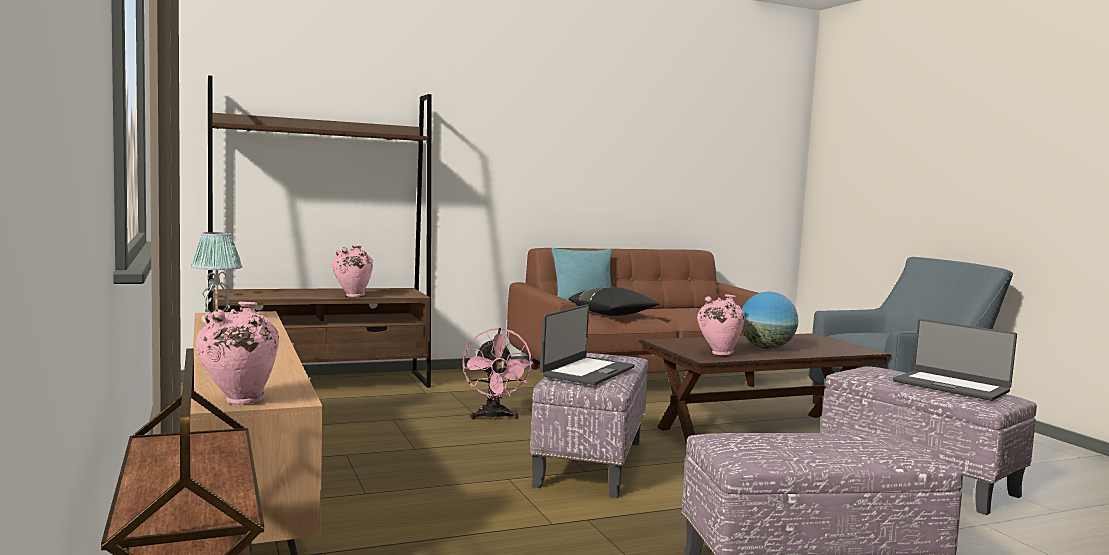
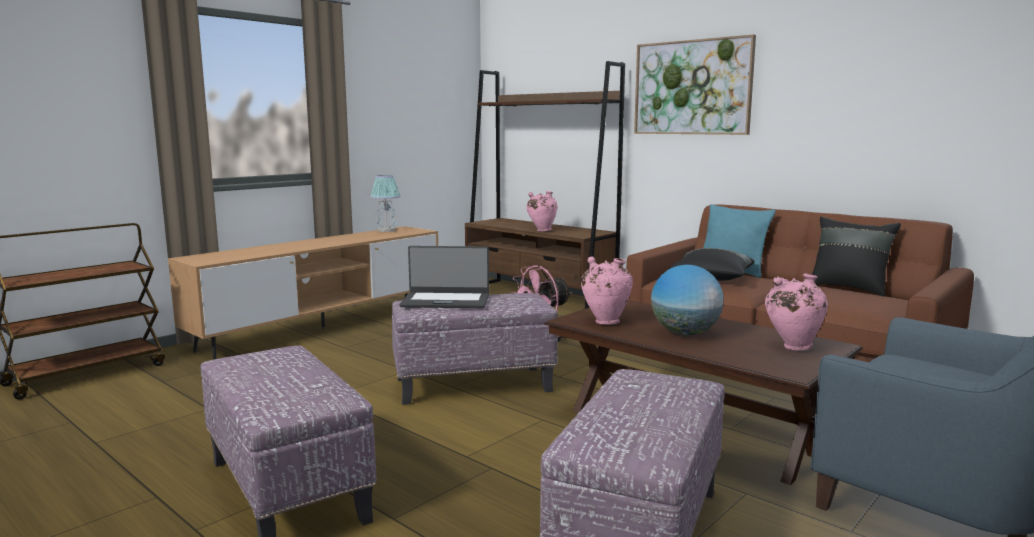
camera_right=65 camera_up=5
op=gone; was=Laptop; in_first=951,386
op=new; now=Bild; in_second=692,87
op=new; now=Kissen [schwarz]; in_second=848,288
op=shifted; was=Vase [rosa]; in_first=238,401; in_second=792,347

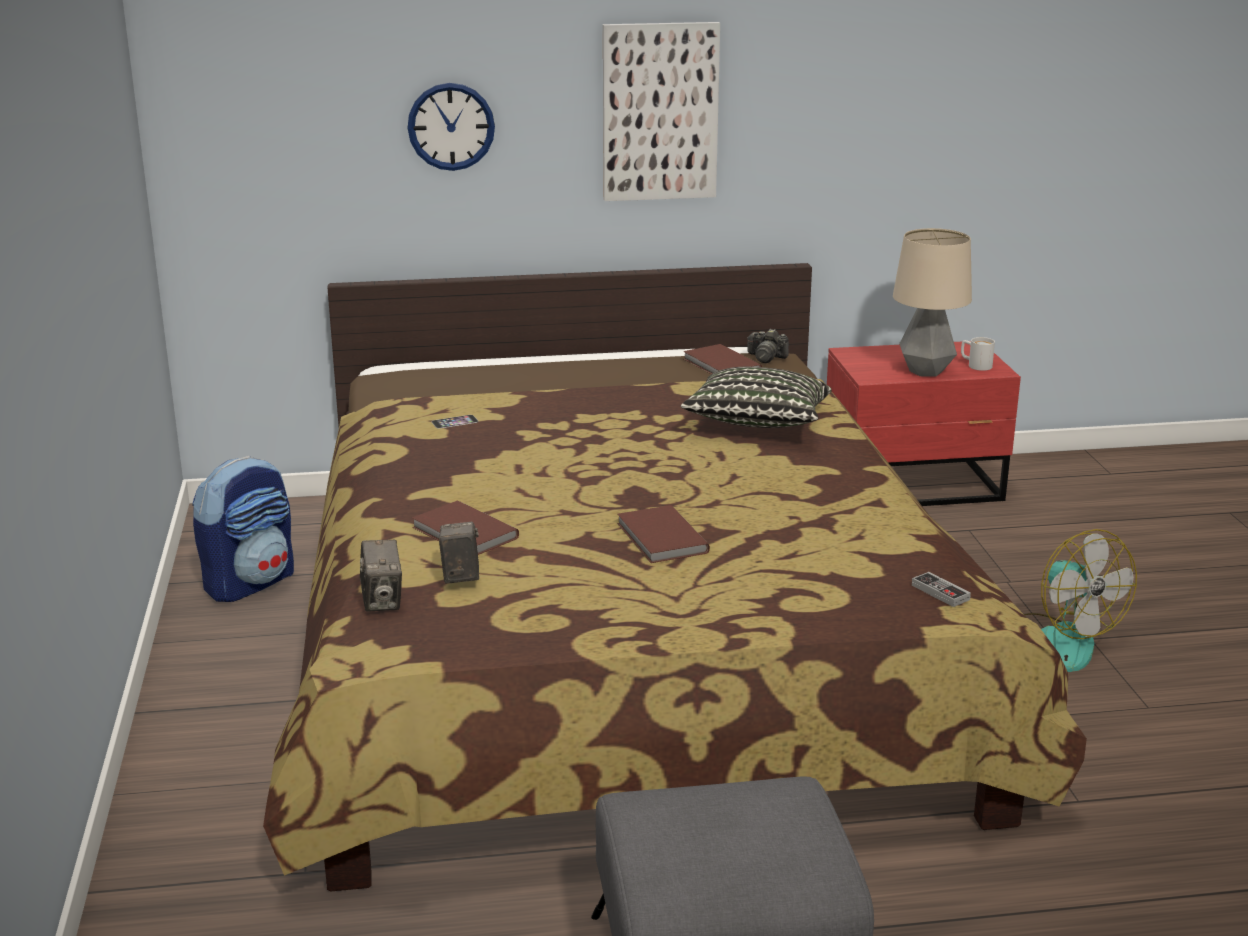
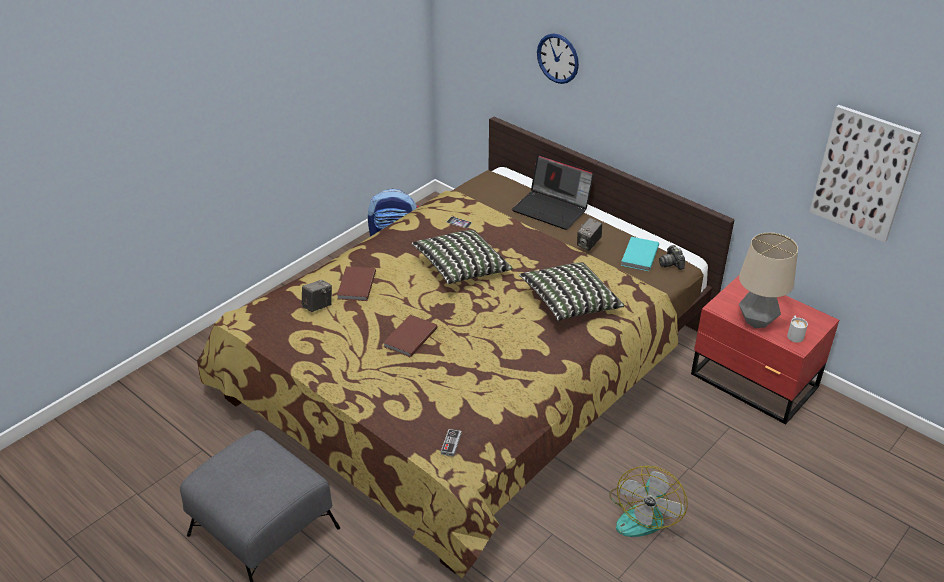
camera_right=50 camera_up=15
op=new; now=Kissen; in_second=461,269
op=new; now=Laptop; in_second=552,209
op=shifted; was=Kamera; in_first=382,601; in_second=588,244
op=shifted; was=Bild; in_first=660,112; in_second=863,173
op=repainted; was=Buch [braun]; now=Buch [türkis]; in_first=721,366; in_second=638,255

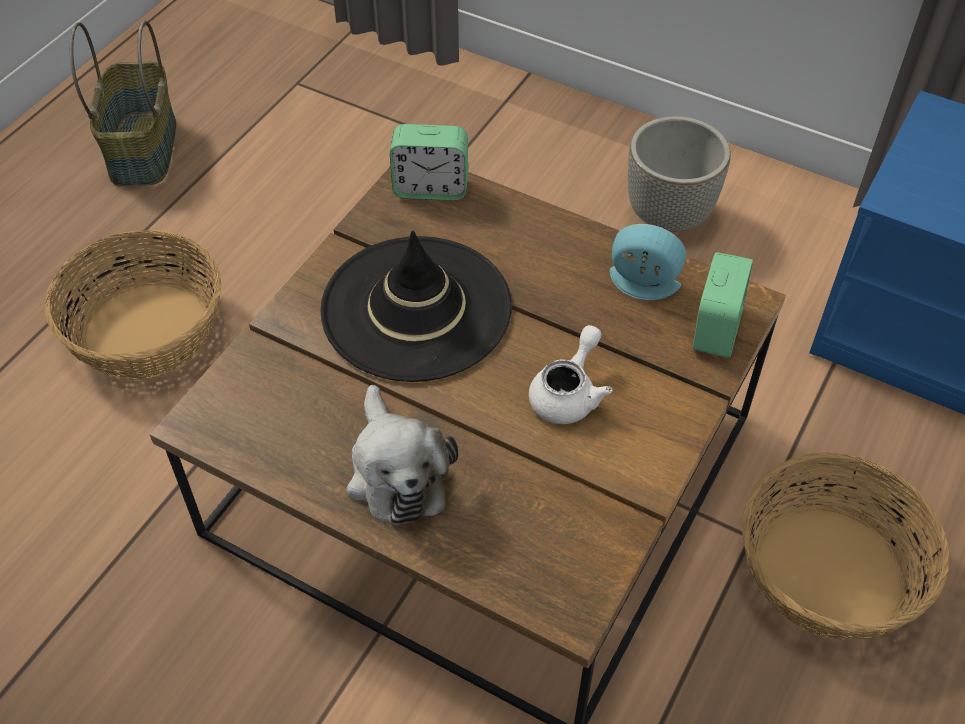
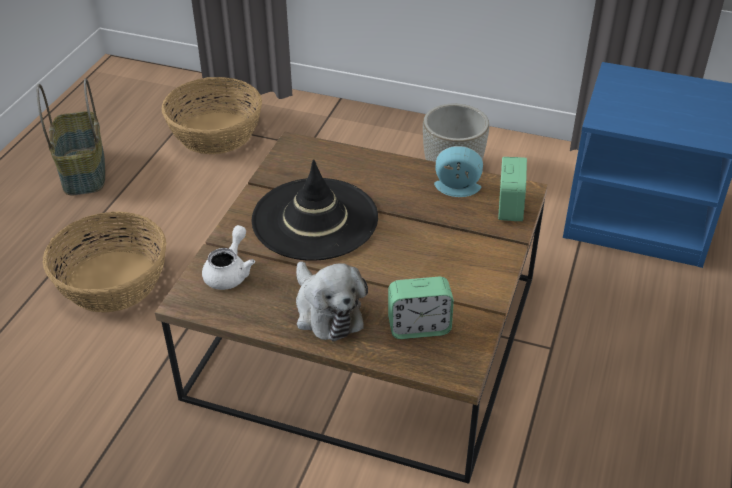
camera_right=-10 camera_up=-10
op=shifted; was=Wecker; in_first=431,188; in_second=419,327
op=shifted; was=Teekanne [weiß]; in_first=569,394; in_second=230,272
op=shifted; was=Korb; in_first=828,570; in_second=216,132

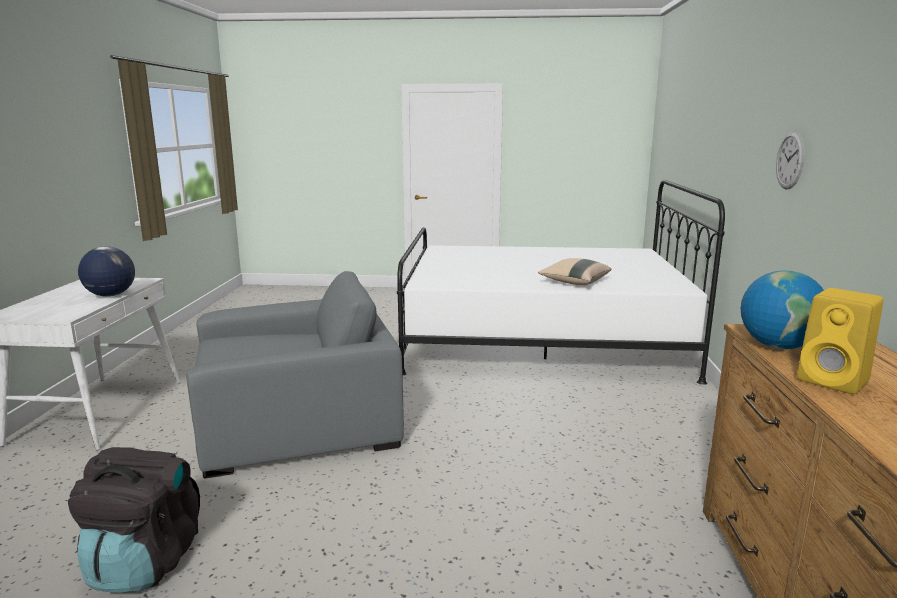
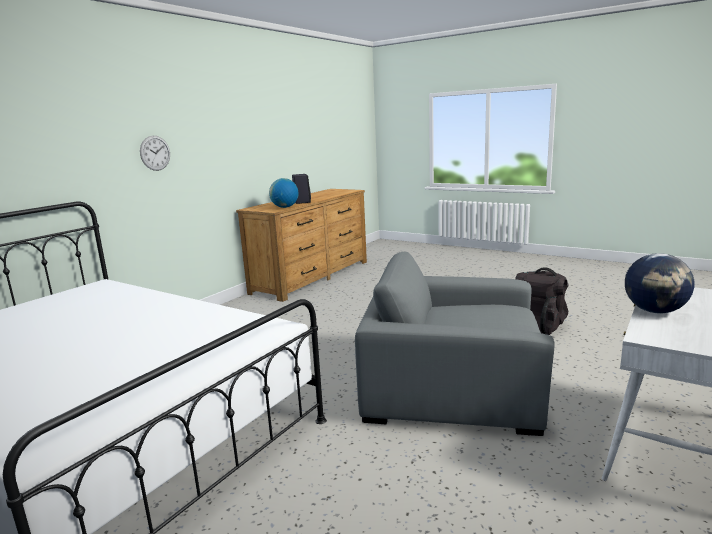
camera_right=-150 camera_up=0
op=gone; was=Kissen [beige]; in_first=574,282
op=repainted; was=Lautsprecher [gelb]; now=Lautsprecher [schwarz]; in_first=835,381; in_second=302,202

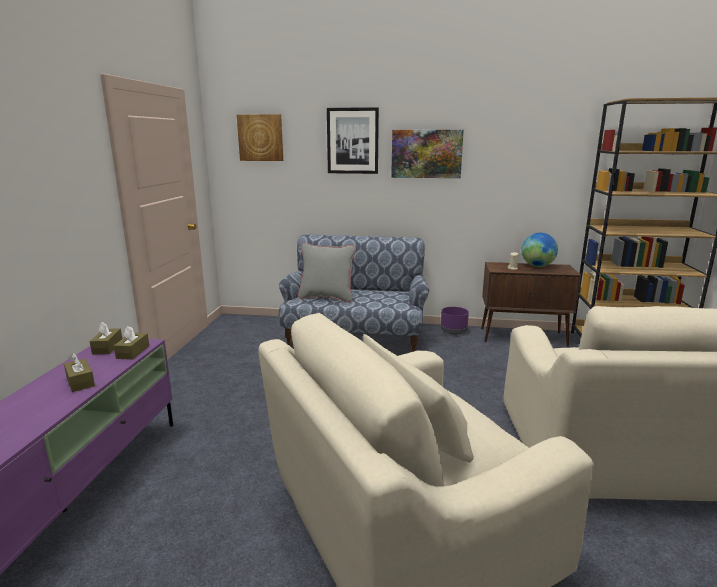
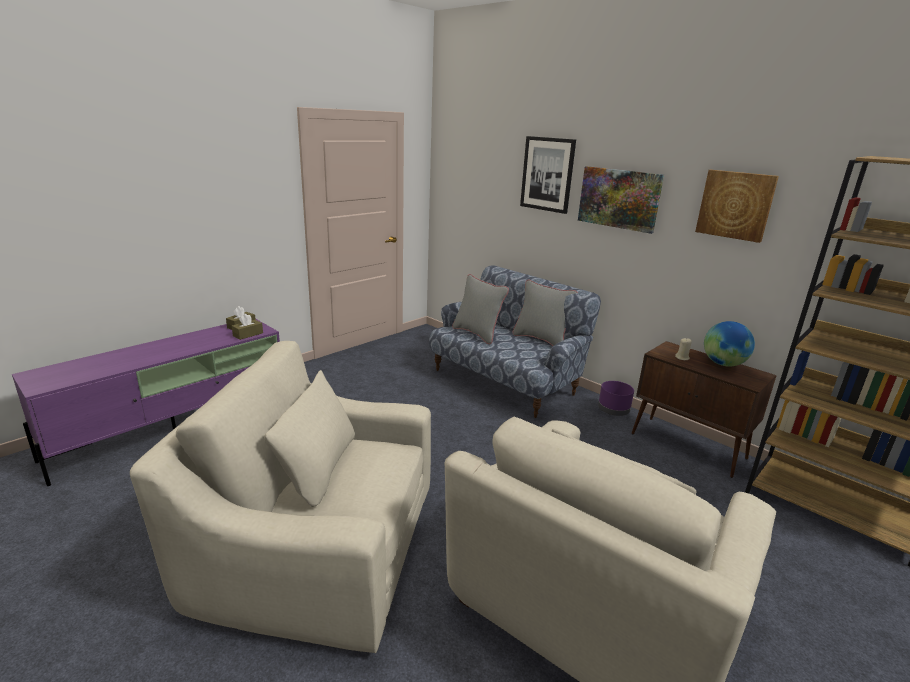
camera_right=35 camera_up=5
op=gone; was=Taschentuchbox [braun]; in_first=80,382
op=new; now=Kissen [grau]; in_second=541,339
op=shifted; was=Bild; in_first=260,137; in_second=735,205

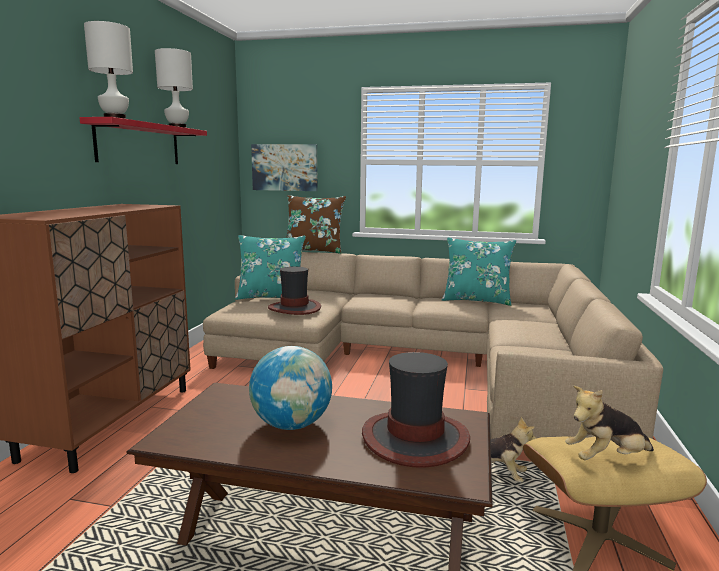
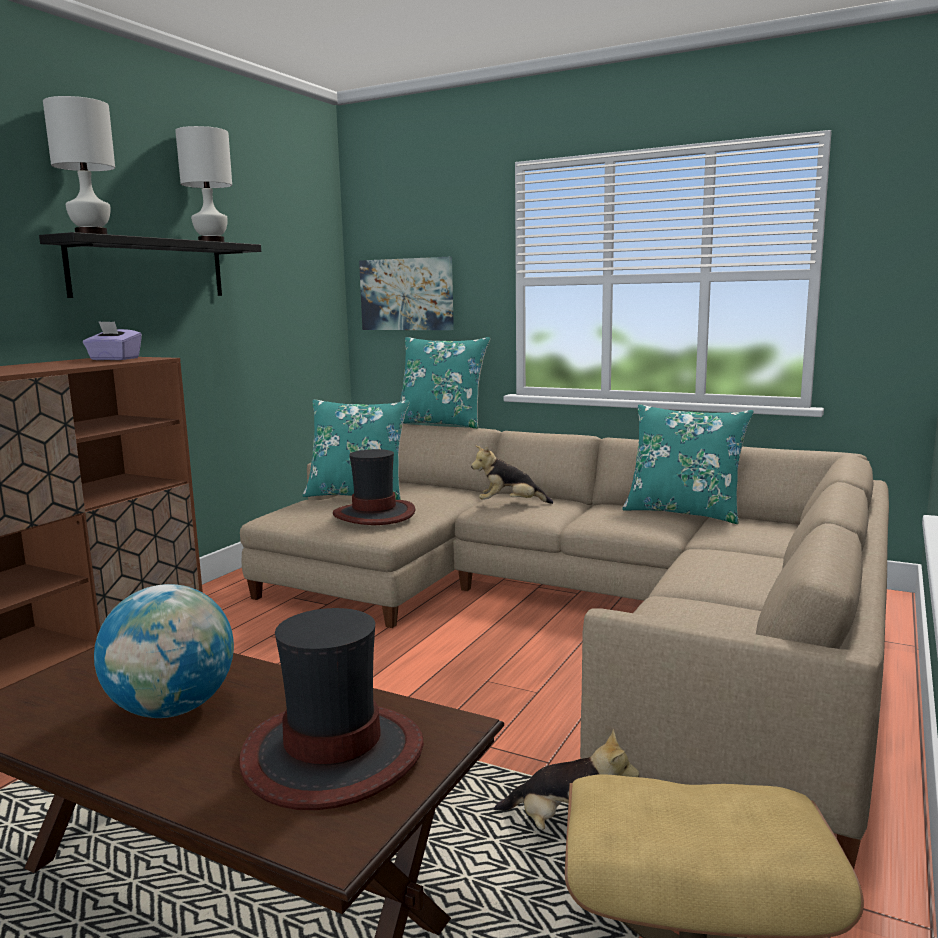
camera_right=15 camera_up=0
op=new; now=Taschentuchbox [lila]; in_second=114,359
op=shifted; was=Plüschtier; in_first=606,458; in_second=510,504
op=repainted; was=Wandregal [rot]; now=Wandregal [schwarz]; in_first=139,144; in_second=149,269
op=repainted; was=Kissen [braun]; now=Kissen [türkis]; in_first=314,251; in_second=441,424

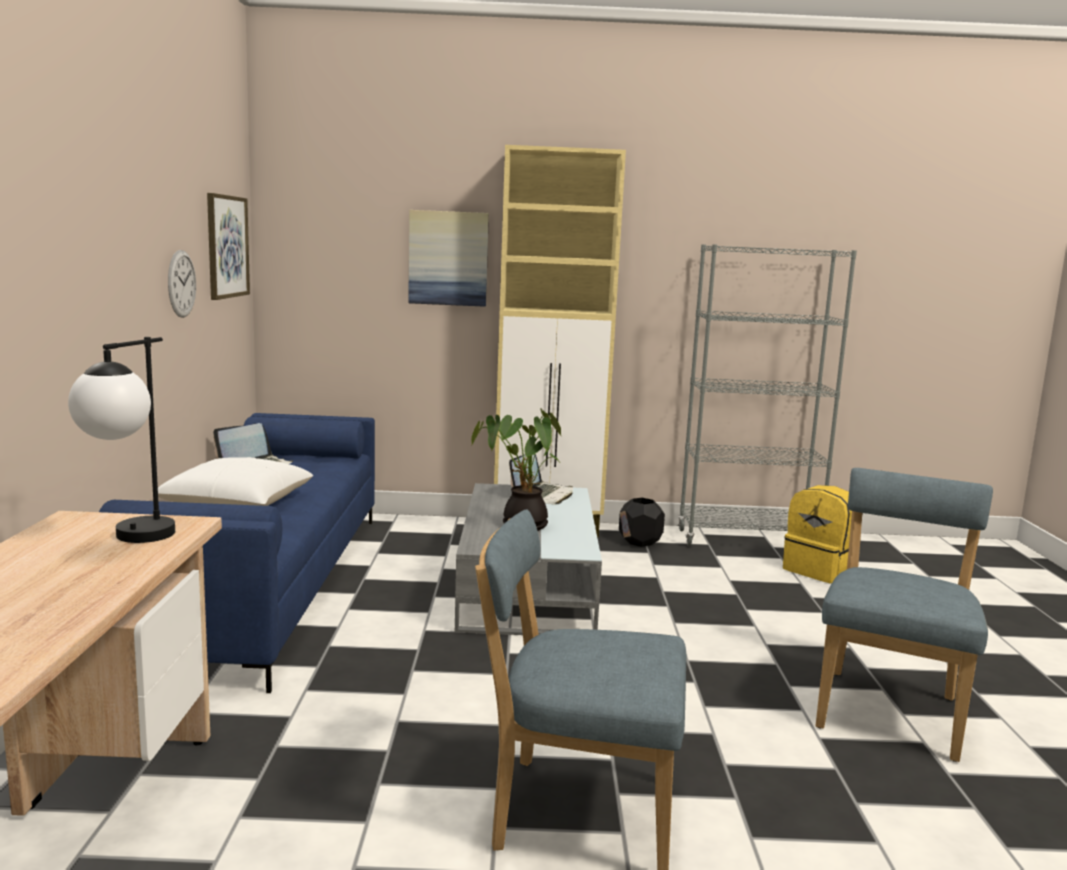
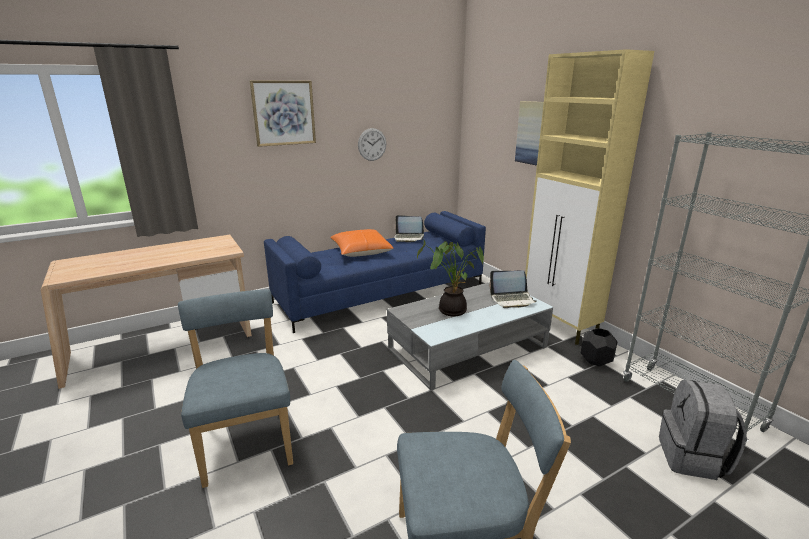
camera_right=60 camera_up=10
op=gone; was=Tischlampe; in_first=130,541
op=shifted; was=Bild; in_first=227,246; in_second=283,113
op=repainted; was=Kissen [weiß]; now=Kissen [orange]; in_first=237,503; in_second=361,251
op=repainted; was=Rucksack [gelb]; now=Rucksack [grau]; in_first=819,571; in_second=692,458

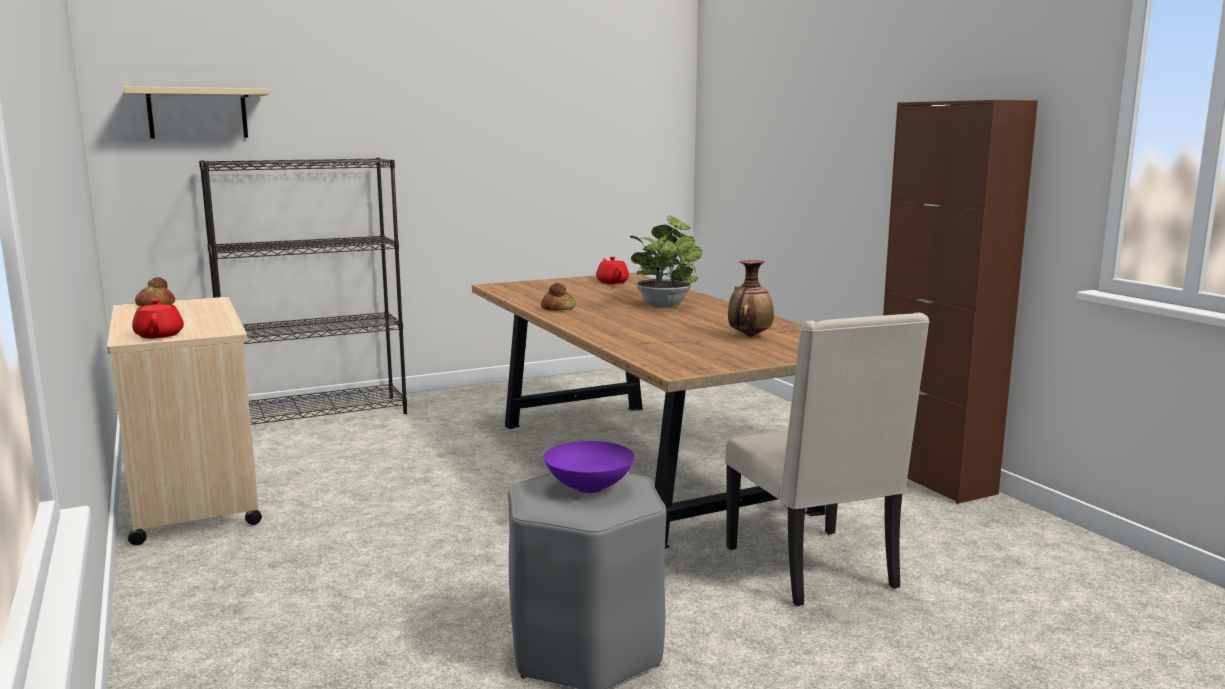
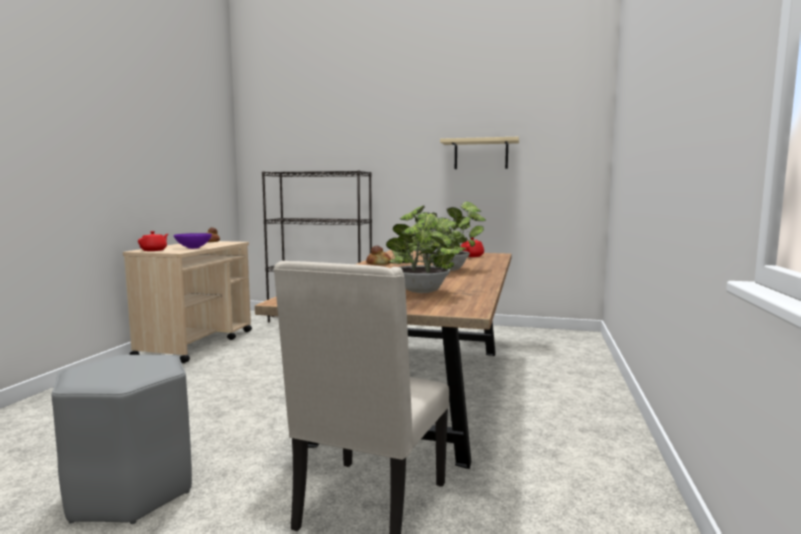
camera_right=40 camera_up=-5
op=gone; was=Schrank [braun]; in_first=933,478
op=shifted; was=Wandregal [beige]; in_first=197,113; in_second=481,154
op=shifted; was=Schüssel [lila]; in_first=588,488; in_second=193,248
op=swapped; was=Vase; now=Topfpflanze; in_first=749,336; in_second=421,292

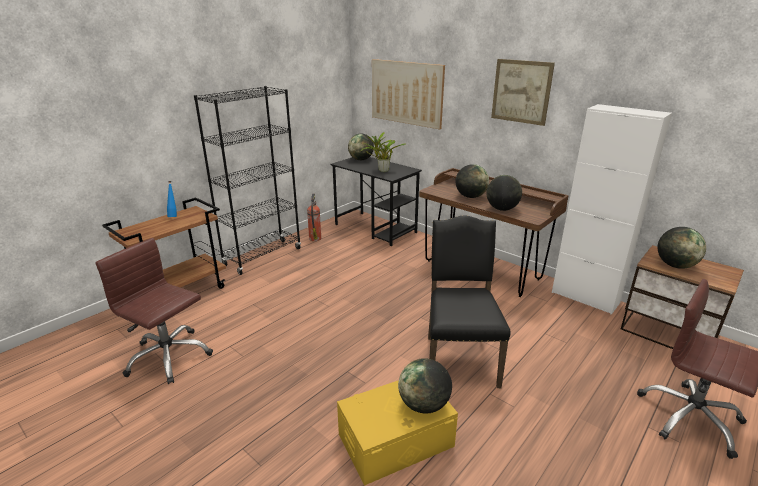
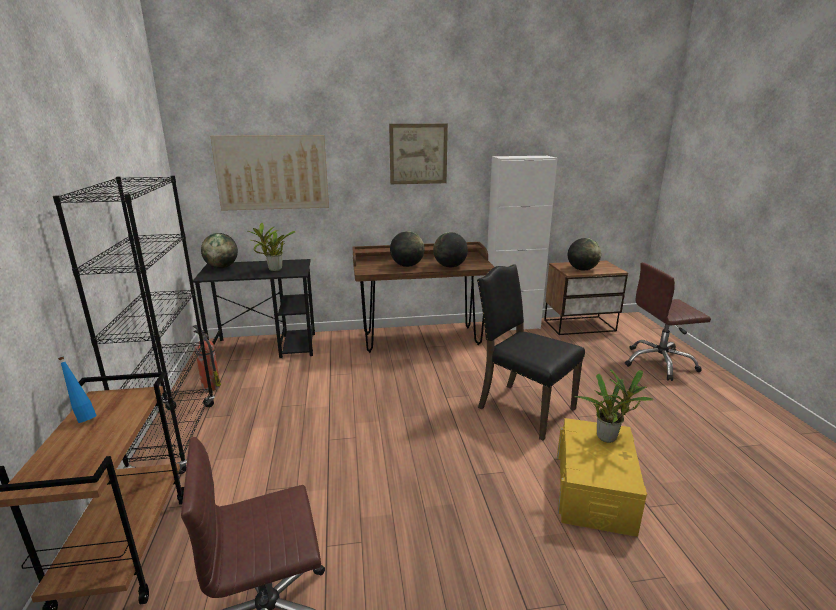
camera_right=-50 camera_up=-5
op=swapped; was=Globus; now=Topfpflanze; in_first=424,405; in_second=609,437

